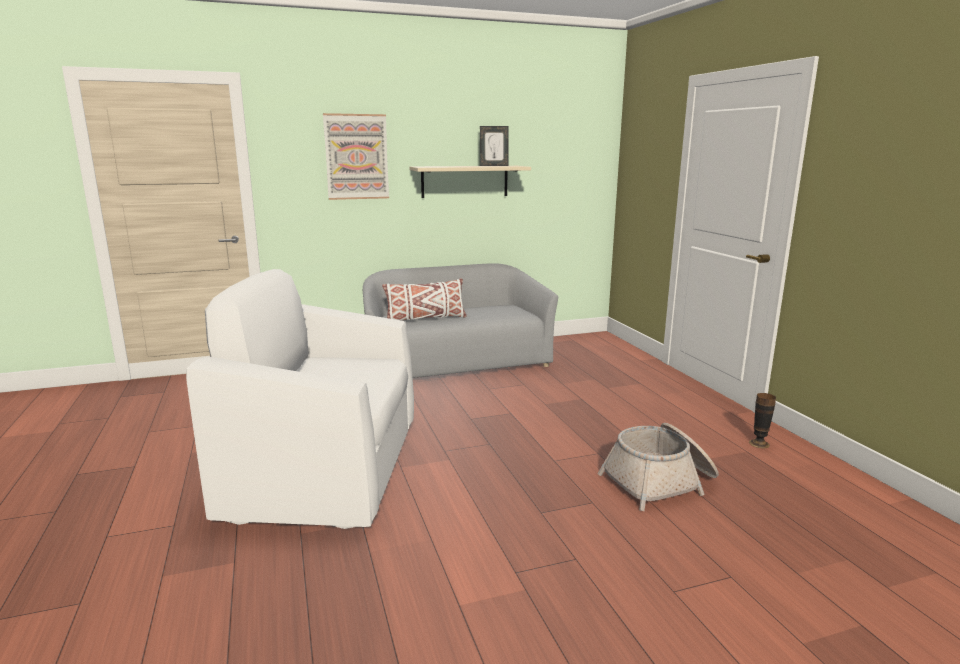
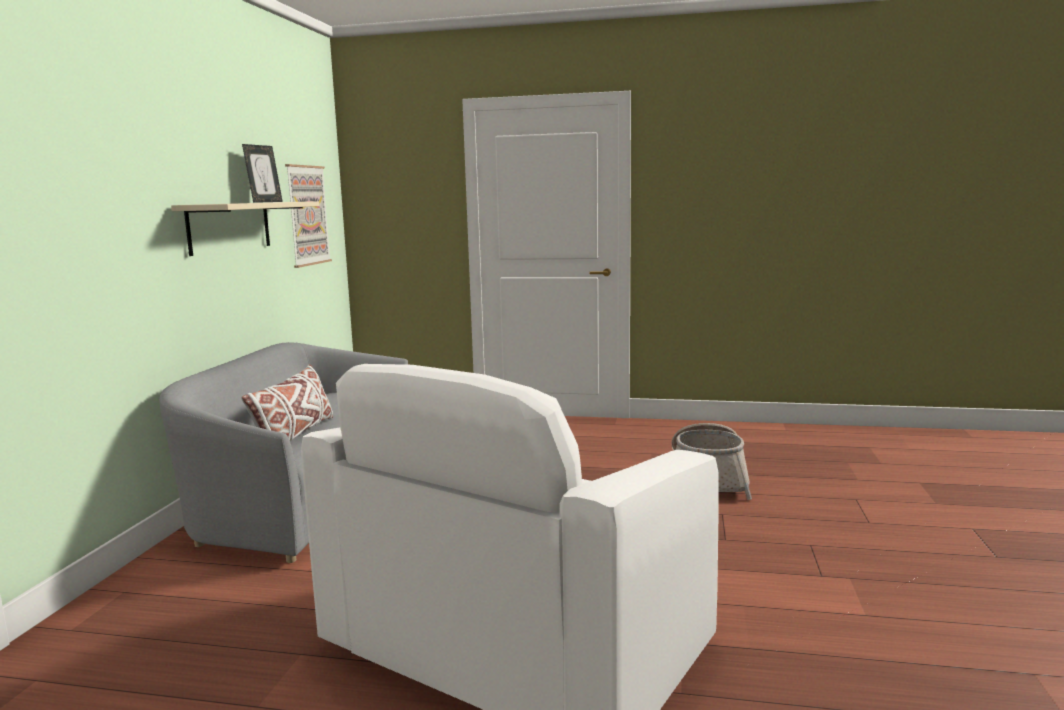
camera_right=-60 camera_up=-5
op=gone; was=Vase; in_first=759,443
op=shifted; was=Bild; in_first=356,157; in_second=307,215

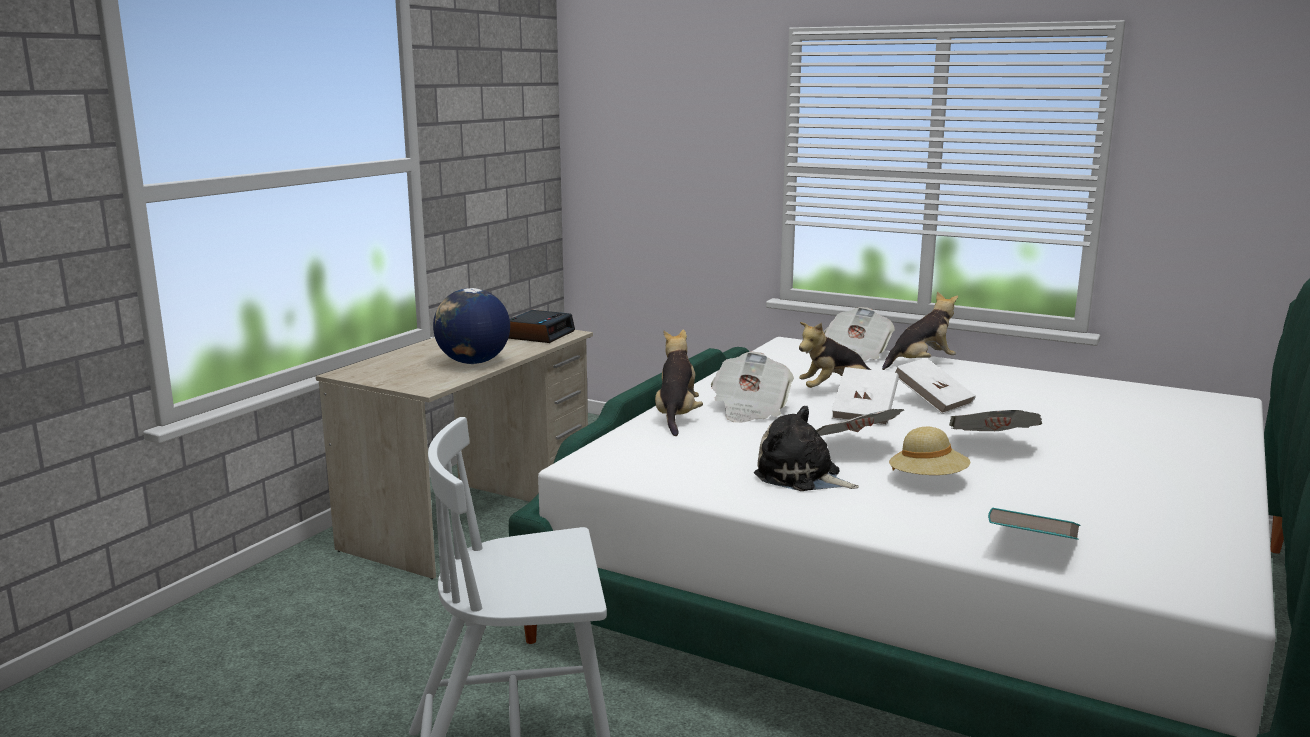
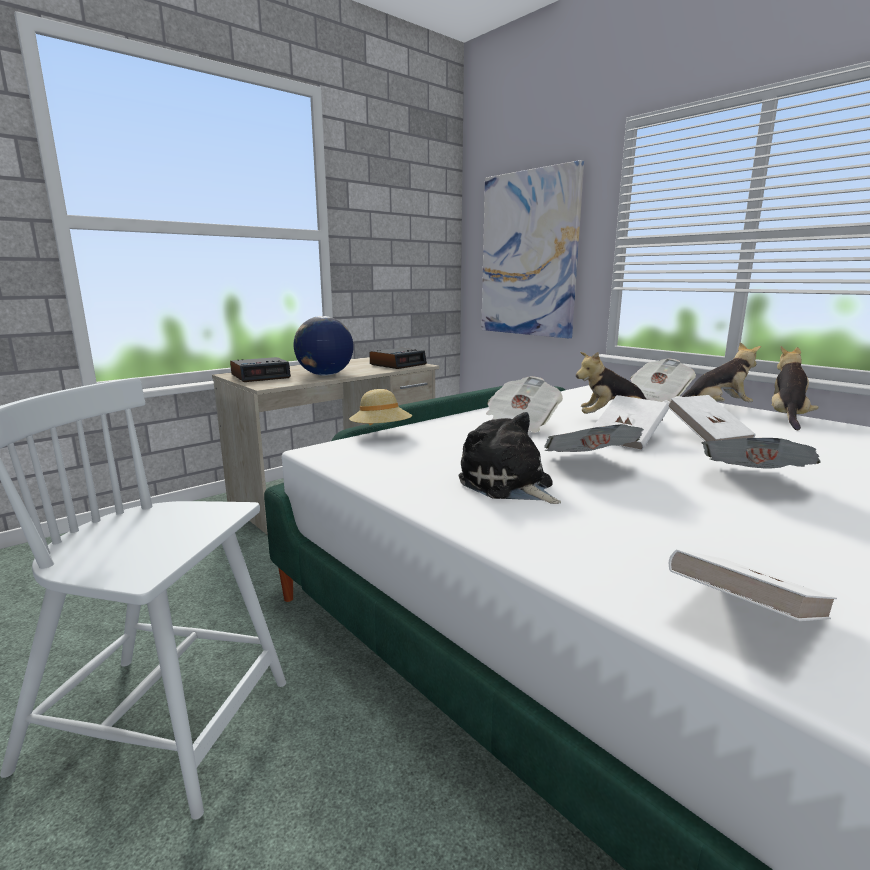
camera_right=20 camera_up=0
op=new; now=Wecker; in_second=261,376
op=new; now=Bild; in_second=528,255
op=shifted; was=Plüschtier; in_first=676,417; in_second=787,418
op=shifted; was=Hut [beige]; in_first=928,480; in_second=381,432
op=repainted; was=Buch [türkis]; now=Buch [weiß]; in_first=1032,547; in_second=746,618

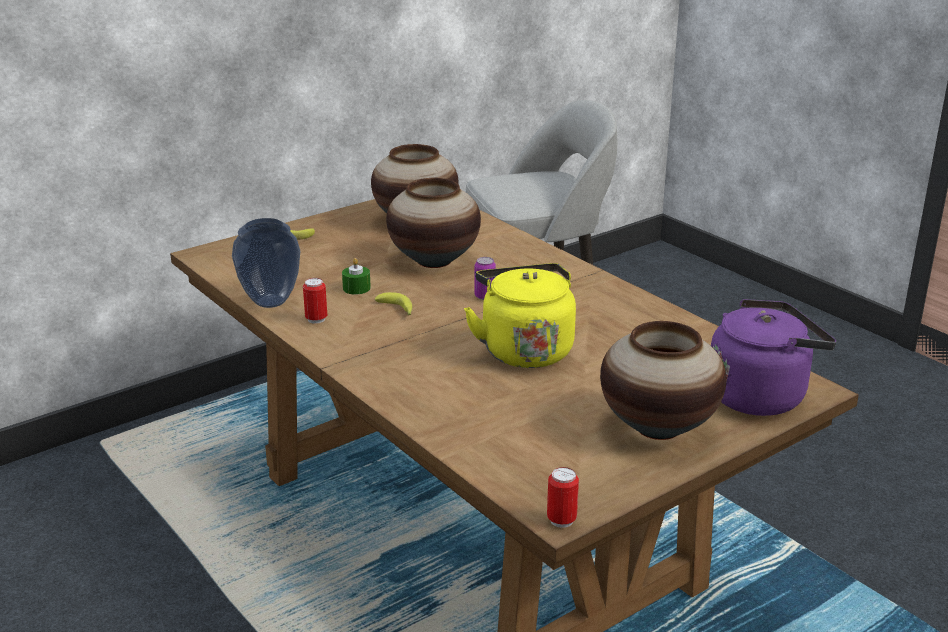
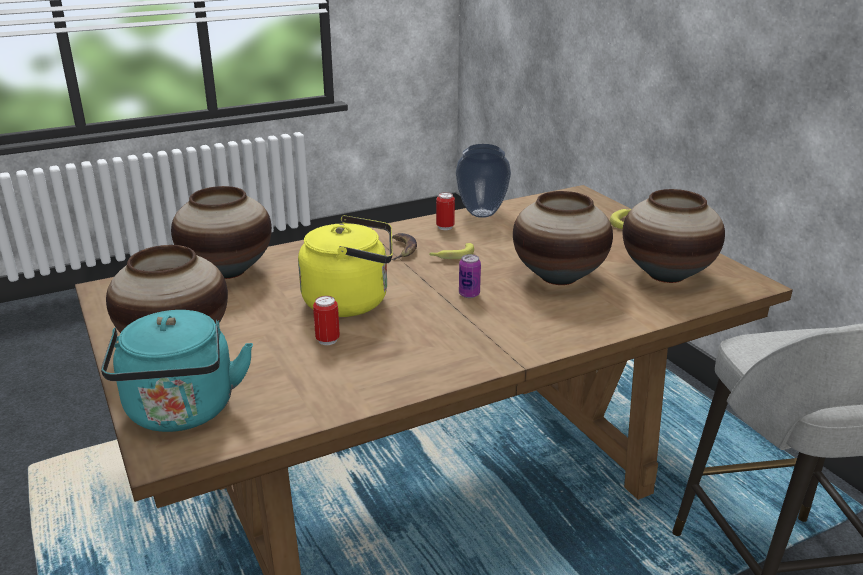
camera_right=100 camera_up=0
op=gone; was=Kerze [grün]; in_first=356,288
op=new; now=Vase; in_second=228,271
op=new; now=Banane; in_second=402,249
op=shifted; was=Dose; in_first=561,520; in_second=327,340
op=repainted; was=Wasserkessel [lila]; now=Wasserkessel [türkis]; in_first=760,395; in_second=181,413

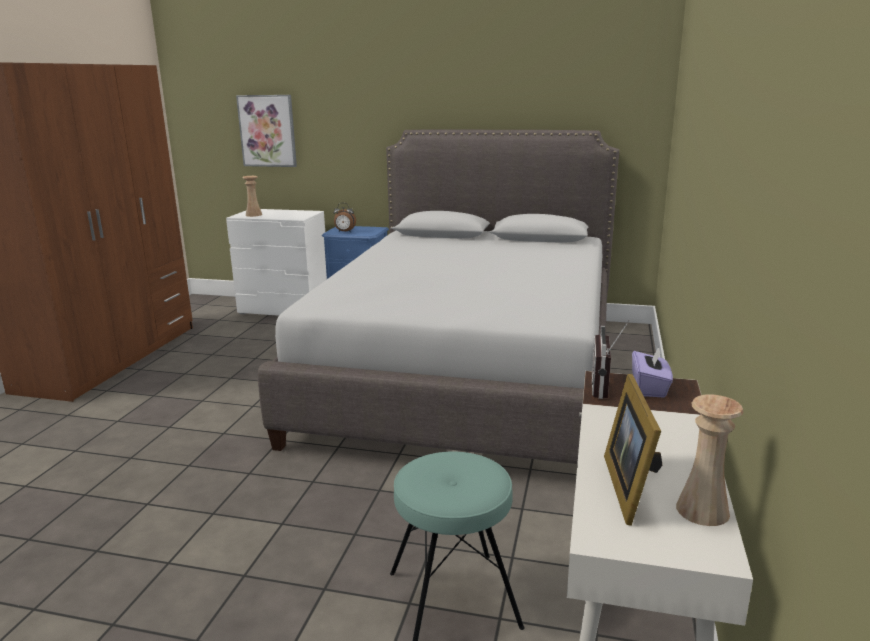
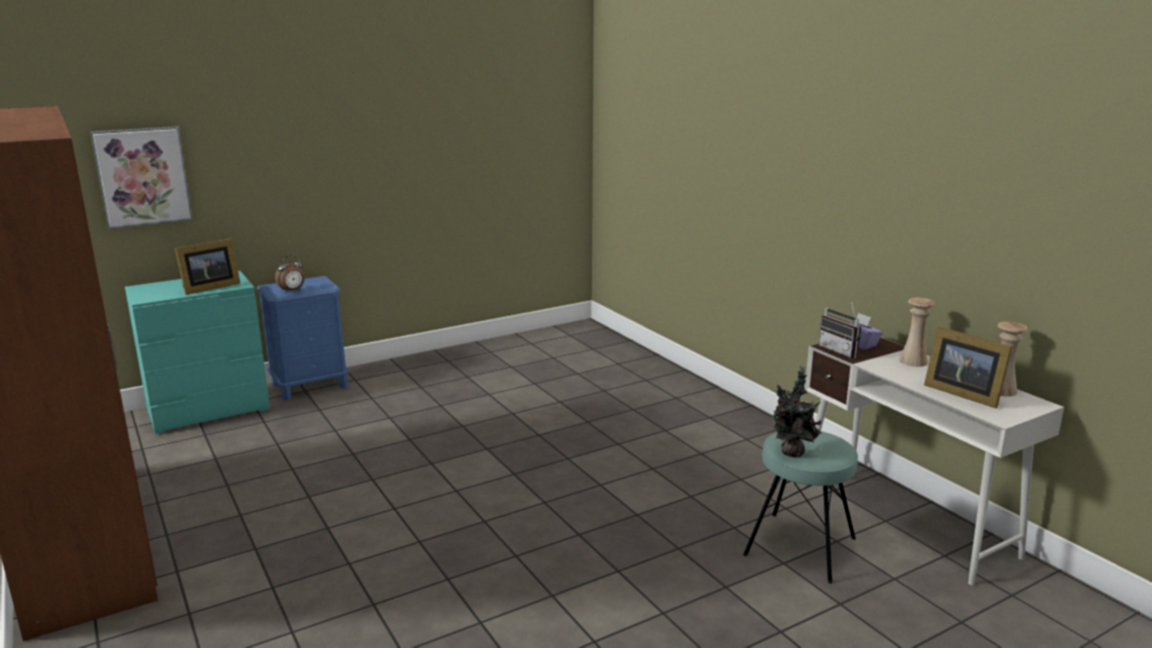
camera_right=-45 camera_up=0
op=gone; was=Bett [grau]; in_first=469,374
op=new; now=Bilderrahmen; in_second=208,287
op=new; now=Topfpflanze; in_second=791,453
op=shifted; was=Vase [beige]; in_first=253,215; in_second=913,361
op=repainted; was=Kommode [weiß]; now=Kommode [türkis]; in_first=285,309; in_second=209,410

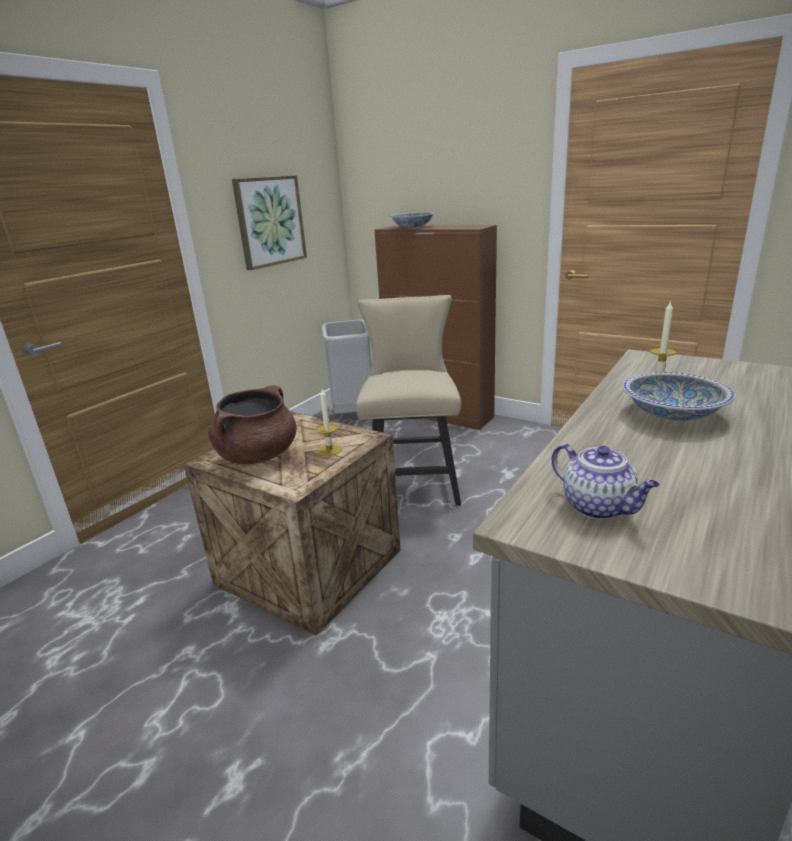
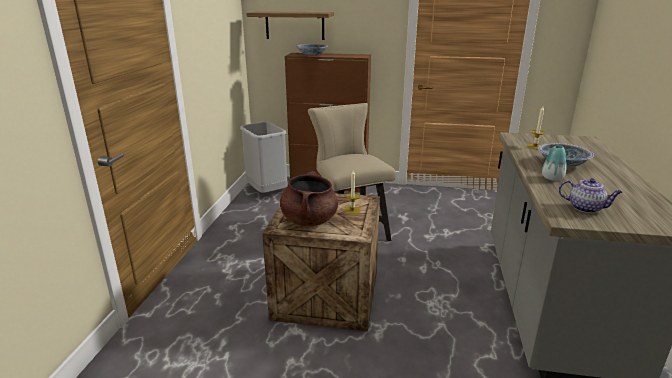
camera_right=-25 camera_up=0
op=gone; was=Bild; in_first=270,221
op=new; now=Wandregal; in_second=294,25
op=new; now=Vase; in_second=552,178

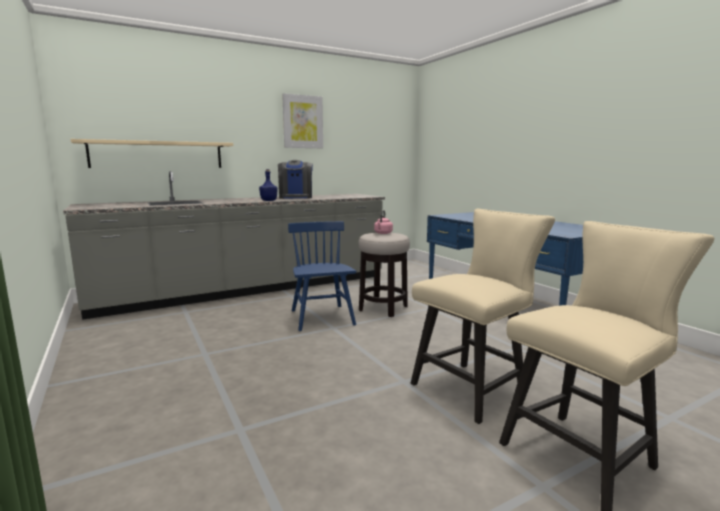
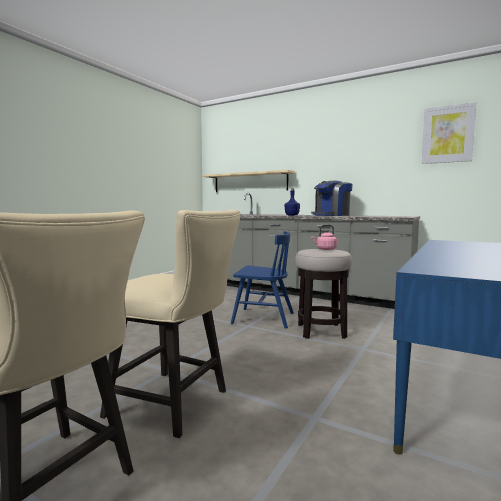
camera_right=60 camera_up=-5
op=shifted; was=Bild; in_first=303,122; in_second=447,134
op=rotated; was=Stuhl [blau]; in_first=322,318; in_second=263,318; clockwise=60

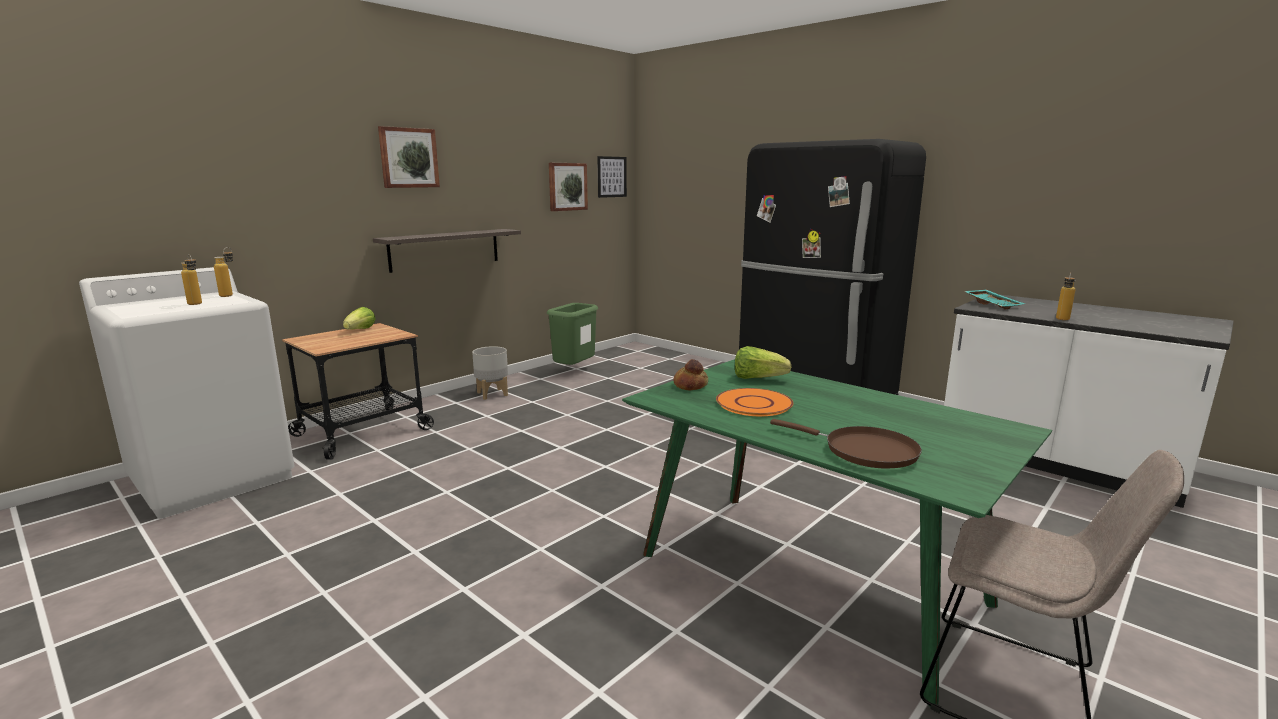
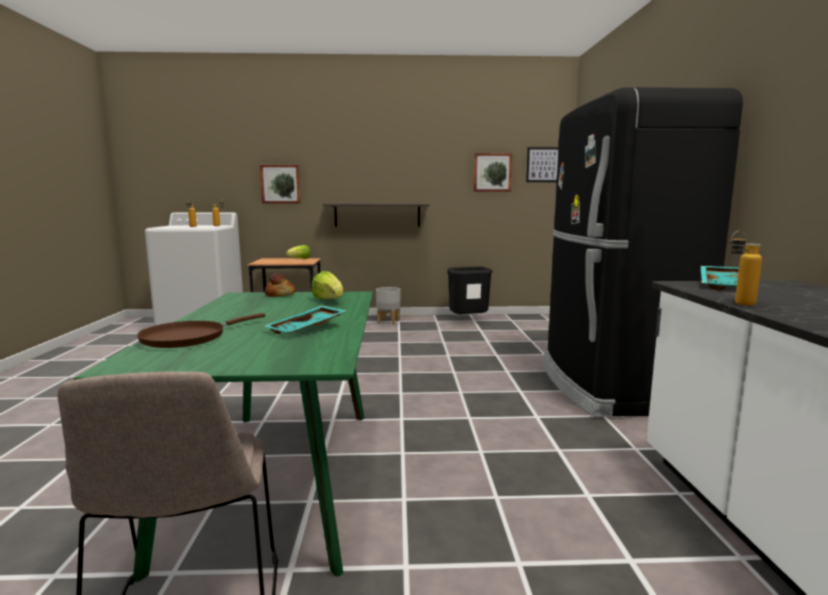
camera_right=45 camera_up=-5
op=gone; was=Teller [orange]; in_first=754,404
op=new; now=Tablett [türkis]; in_second=307,329
op=shifted; was=Bild; in_first=408,158; in_second=280,184
op=repainted; was=Mülleimer [grün]; now=Mülleimer [schwarz]; in_first=574,371; in_second=468,321
op=rotated; was=Pfanne [braun]; in_first=863,451; in_second=189,337; clockwise=45

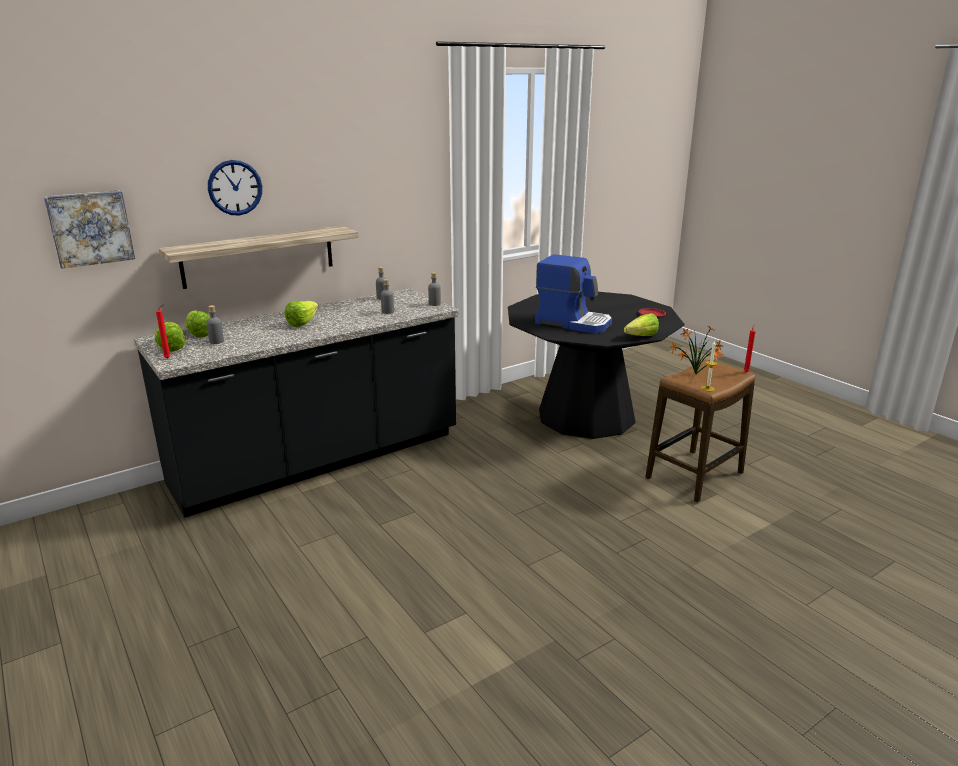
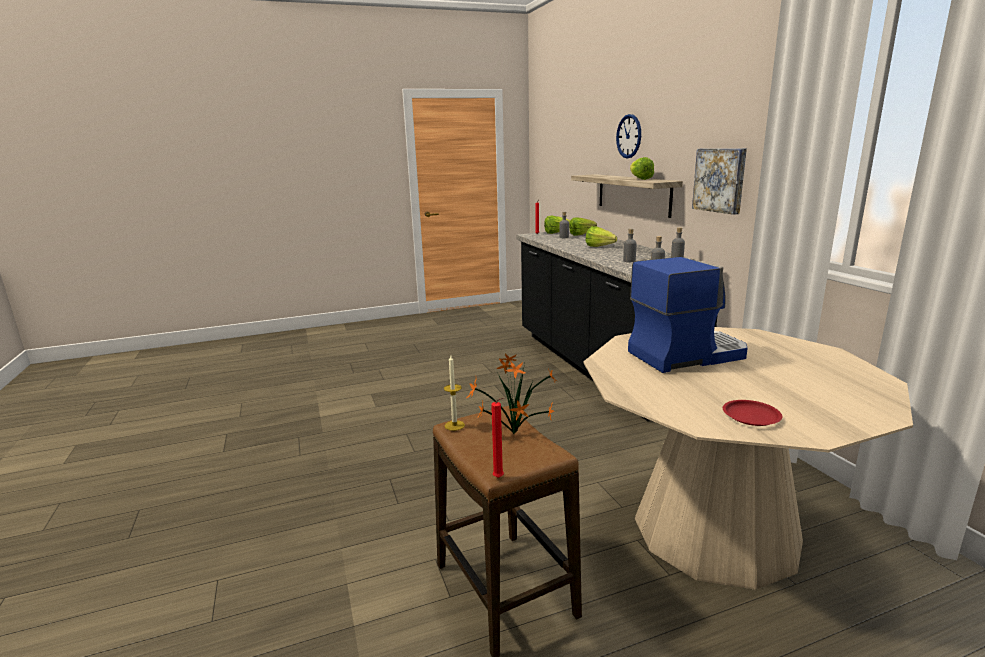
camera_right=105 camera_up=-5
op=shifted; was=Bild; in_first=90,228; in_second=720,180
op=shifted; was=Salatkopf; in_first=638,337; in_second=639,179
op=repainted; was=Esstisch [schwarz]; now=Esstisch [beige]; in_first=586,416; in_second=715,529
op=rotated; was=Kaffeemaschine; in_first=573,322; in_second=686,354; clockwise=-150

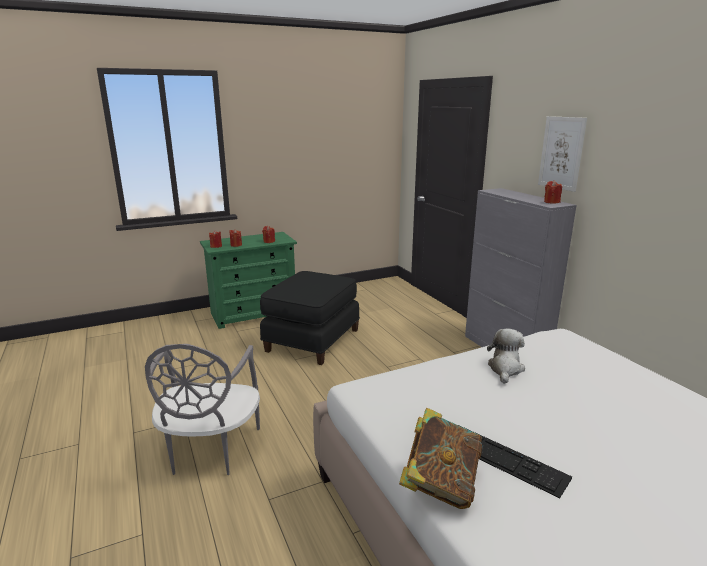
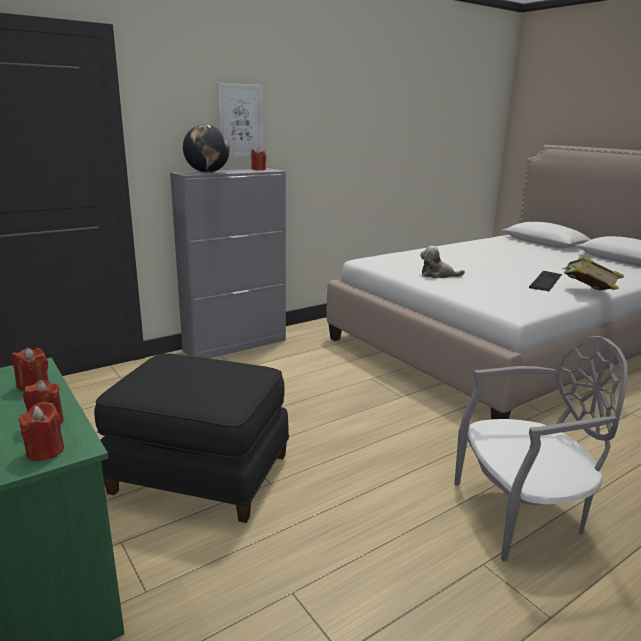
camera_right=-100 camera_up=0
op=new; now=Globus; in_second=207,172

